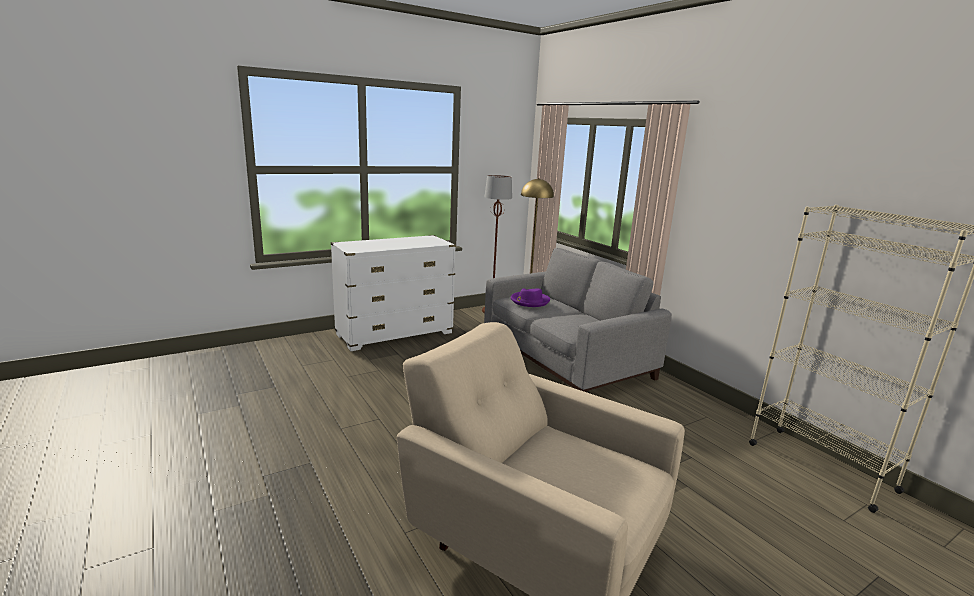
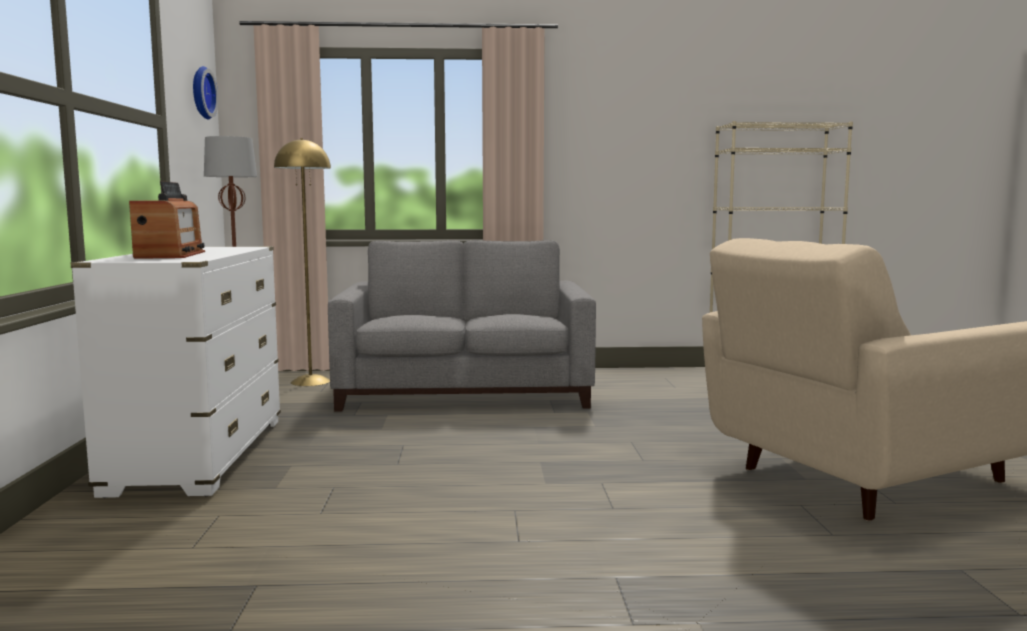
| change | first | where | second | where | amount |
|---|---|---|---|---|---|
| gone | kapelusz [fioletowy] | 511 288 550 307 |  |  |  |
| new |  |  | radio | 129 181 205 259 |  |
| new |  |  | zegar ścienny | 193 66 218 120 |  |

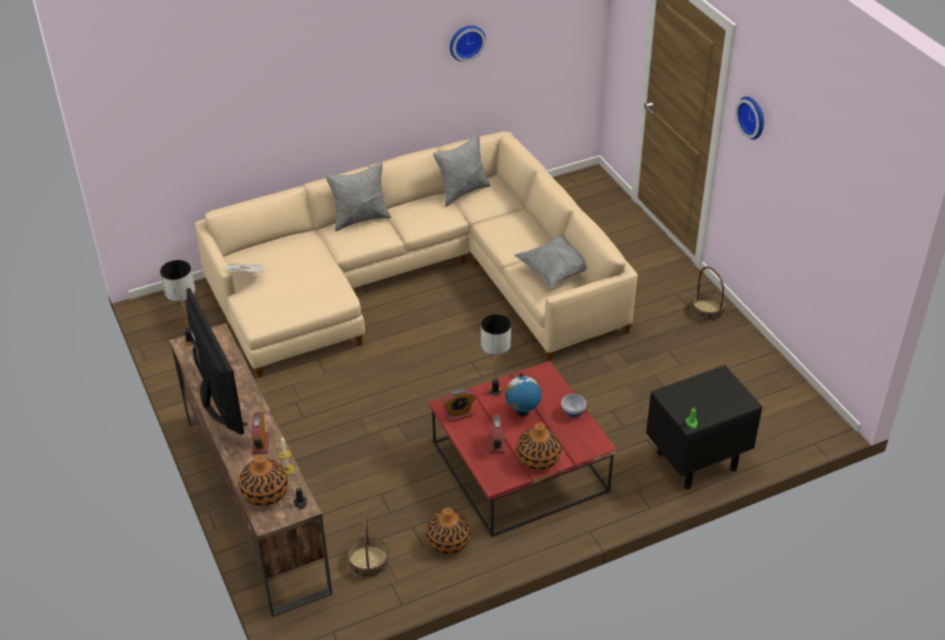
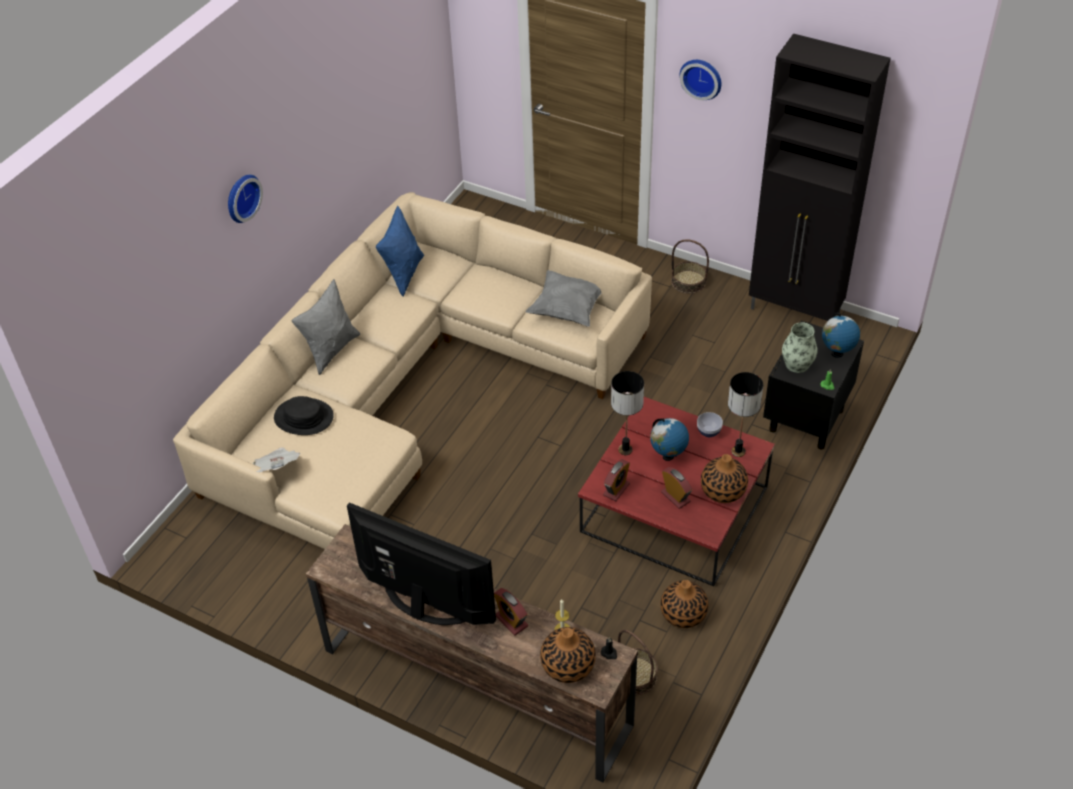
| change | first | where | second | where | amount |
|---|---|---|---|---|---|
| new |  |  | kapelusz [czarny] | 274 396 334 435 |  |
| new |  |  | szafka [czarny] | 749 33 891 321 |  |
| new |  |  | wazon | 782 322 818 373 |  |
| new |  |  | globus | 822 313 860 358 |  |
| shifted | lampa stołowa | 160 260 195 345 |  | 728 372 763 457 |  |
| shifted | zegar ścienny | 450 25 486 62 |  | 228 175 263 223 |  |
| repainted | poduszka [szary] | 433 132 491 207 | poduszka [niebieski] | 376 205 424 296 |  |

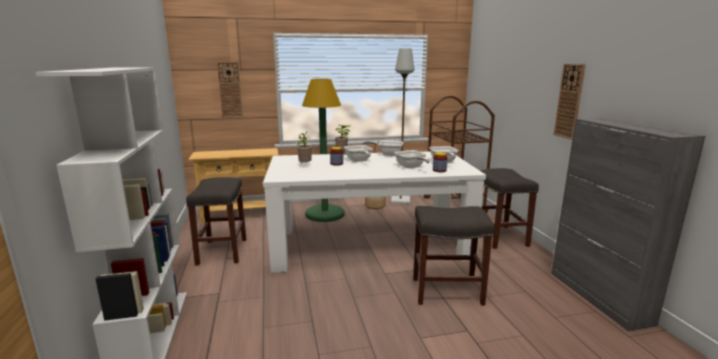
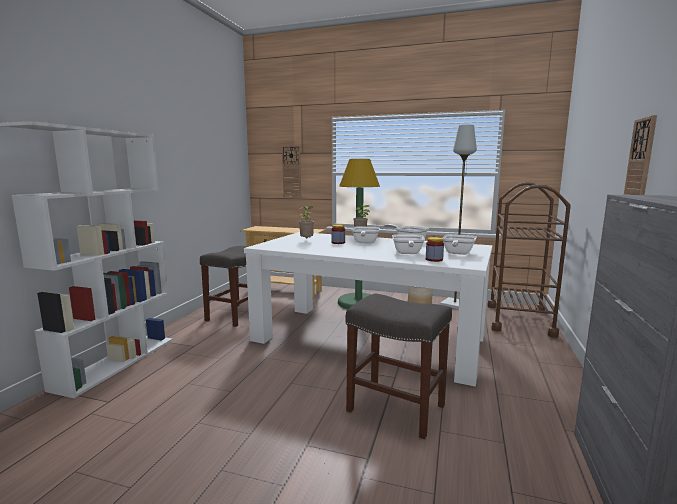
| change | first | where | second | where | amount |
|---|---|---|---|---|---|
| gone | stołek [szary] | 480 168 539 249 |  |  |  |

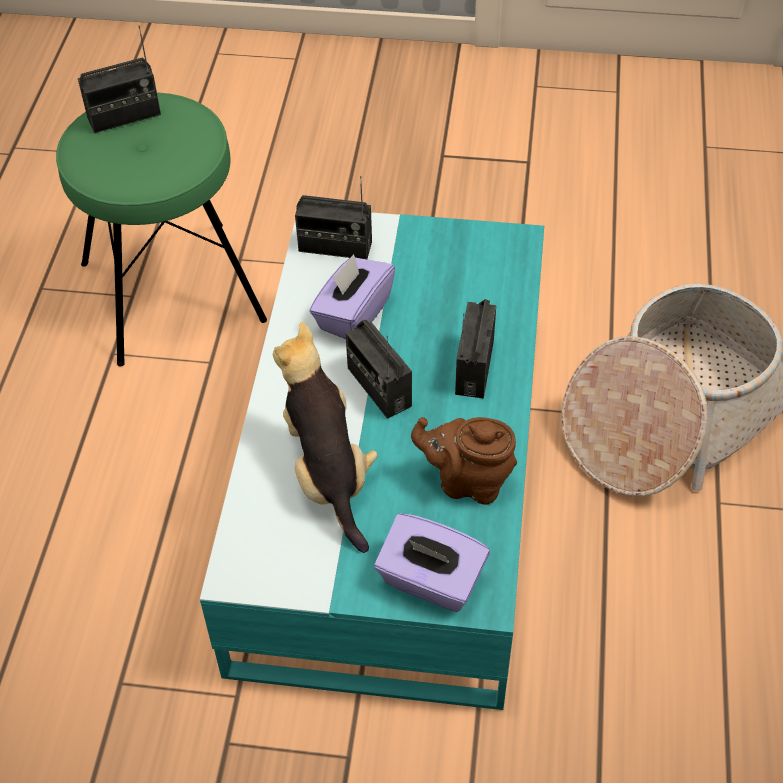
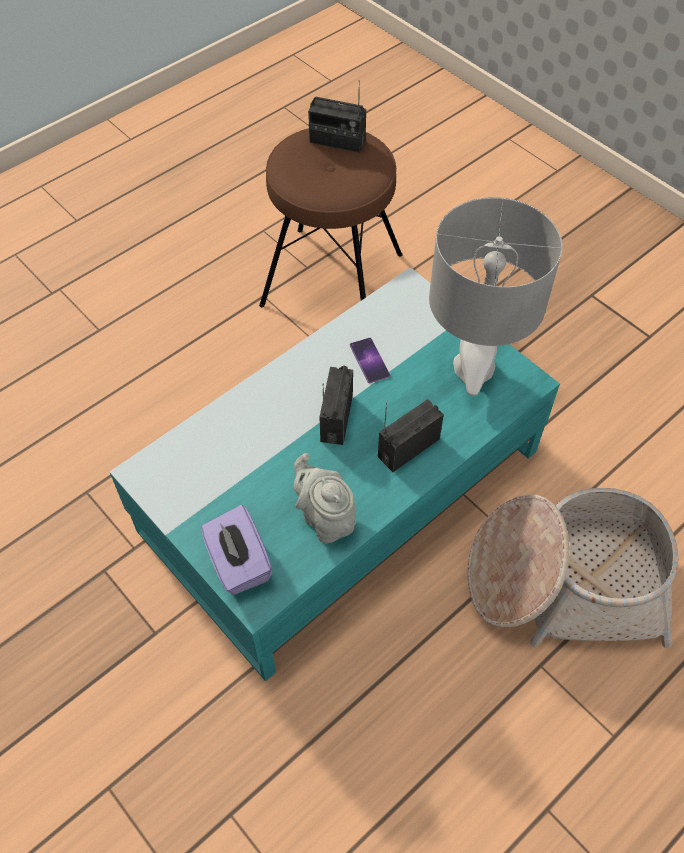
| change | first | where | second | where | amount |
|---|---|---|---|---|---|
| gone | pluszak | 273 322 378 553 |  |  |  |
| gone | radio | 295 176 372 259 |  |  |  |
| new |  |  | lampa stołowa [szary] | 429 197 562 396 |  |
| swapped | pudełko chusteczek [fioletowy] | 309 254 395 339 | telefon | 350 338 390 383 |  |
| repainted | stołek [zielony] | 56 93 267 366 | stołek [brązowy] | 259 128 403 307 |  |
| repainted | imbryk [brązowy] | 411 417 517 505 | imbryk [szary] | 294 453 356 543 |  |

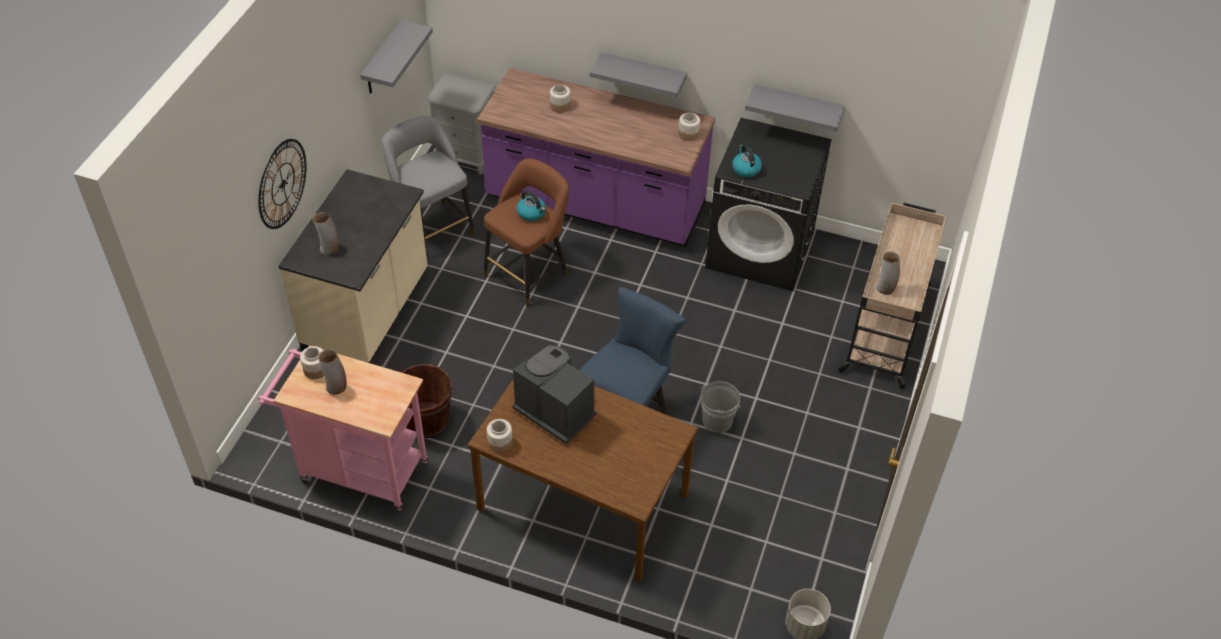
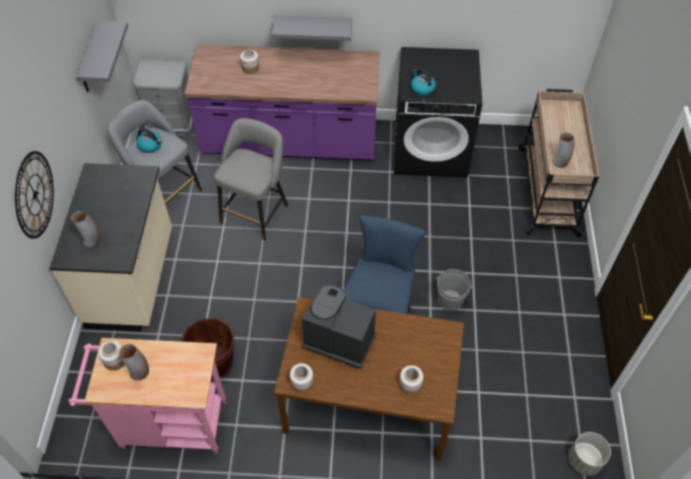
| change | first | where | second | where | amount |
|---|---|---|---|---|---|
| gone | półka [szary] | 745 84 845 132 |  |  |  |
| shifted | czajnik | 517 190 546 221 |  | 136 128 162 153 |  |
| shifted | słoik | 678 113 700 141 |  | 399 365 423 395 |  |
| repainted | stołek [brązowy] | 483 158 569 307 | stołek [szary] | 214 118 288 241 |  |

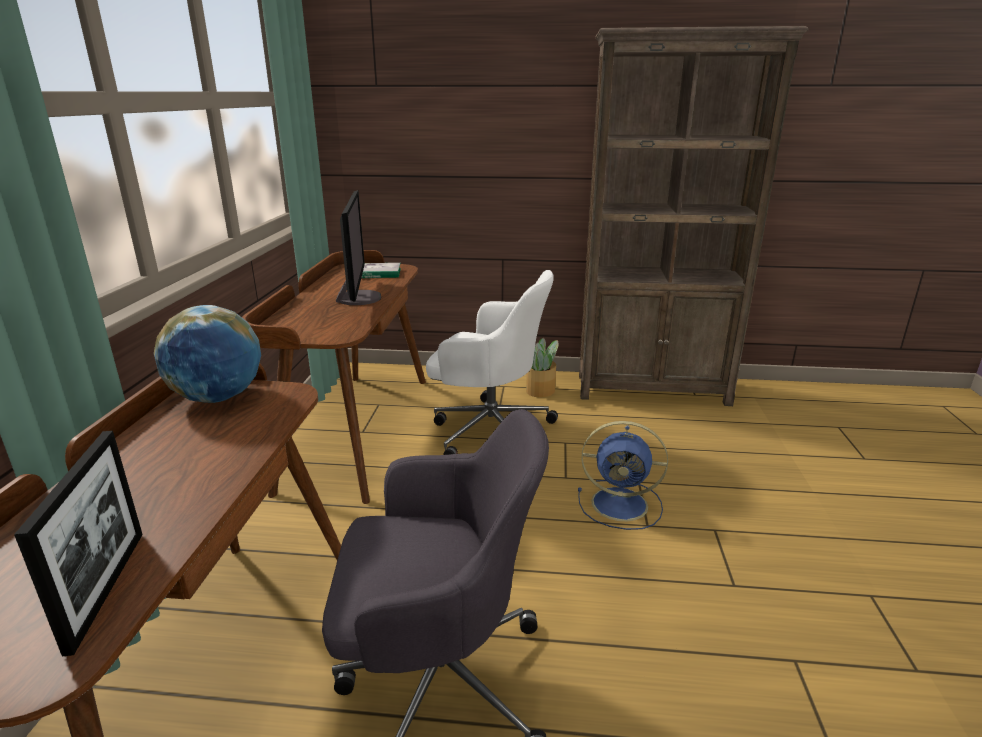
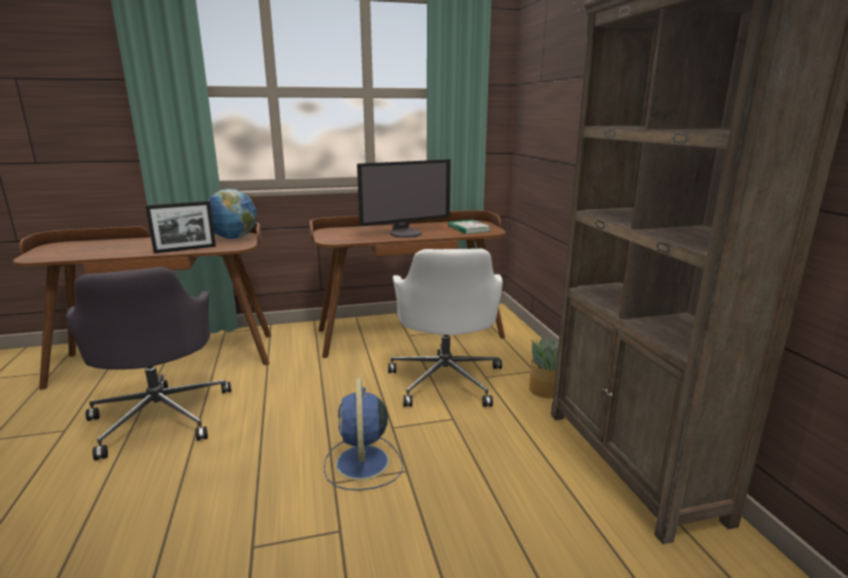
| change | first | where | second | where | amount |
|---|---|---|---|---|---|
| shifted | ramka na zdjęcie | 14 431 143 656 |  | 145 201 216 253 |  |

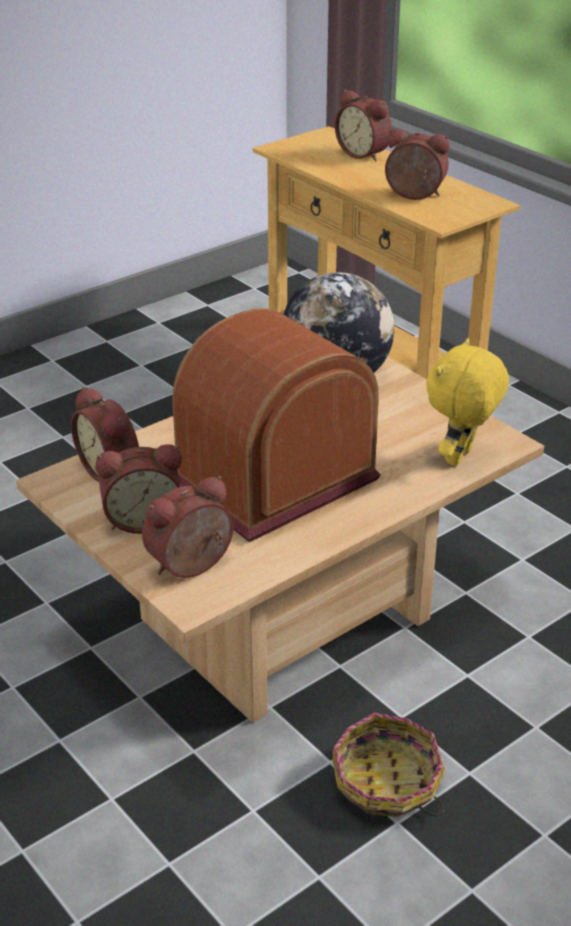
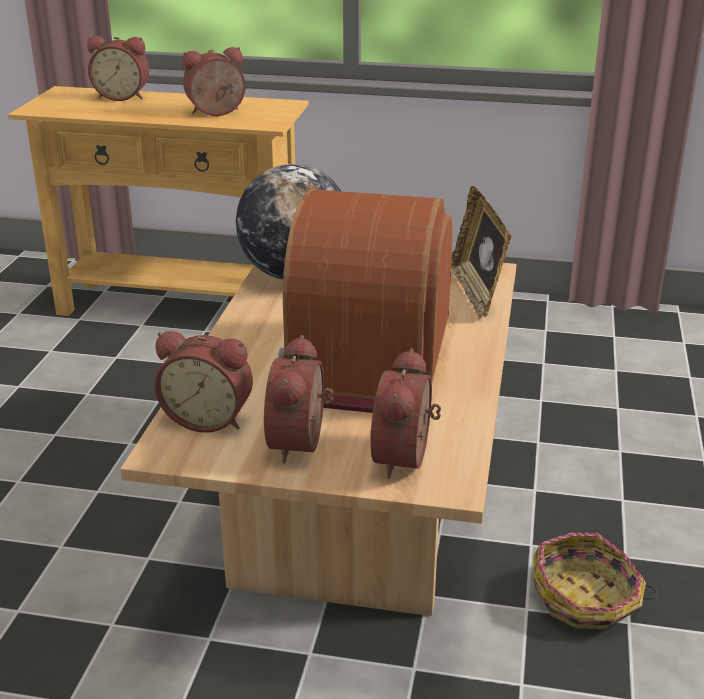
| change | first | where | second | where | amount |
|---|---|---|---|---|---|
| swapped | pluszak [żółty] | 426 338 509 466 | ramka na zdjęcie | 451 186 511 319 |  |
| rotated | budzik | 96 444 182 534 |  | 264 335 333 464 | 150 degrees clockwise |

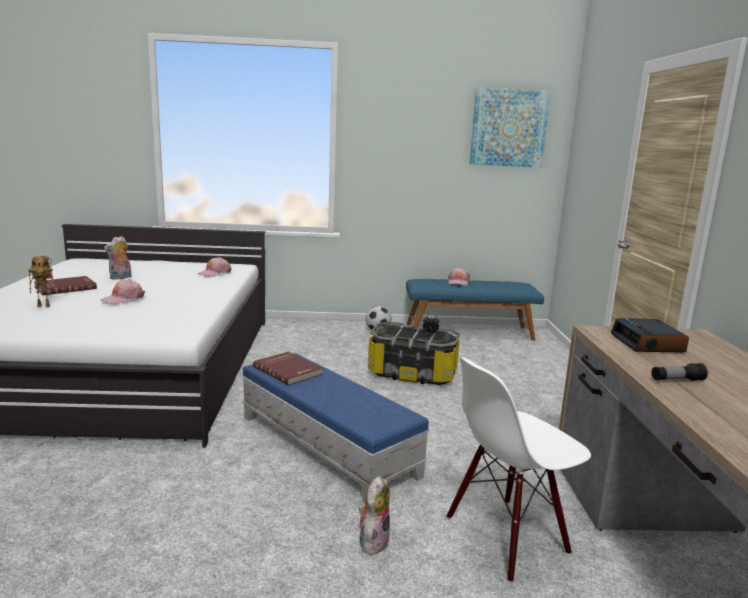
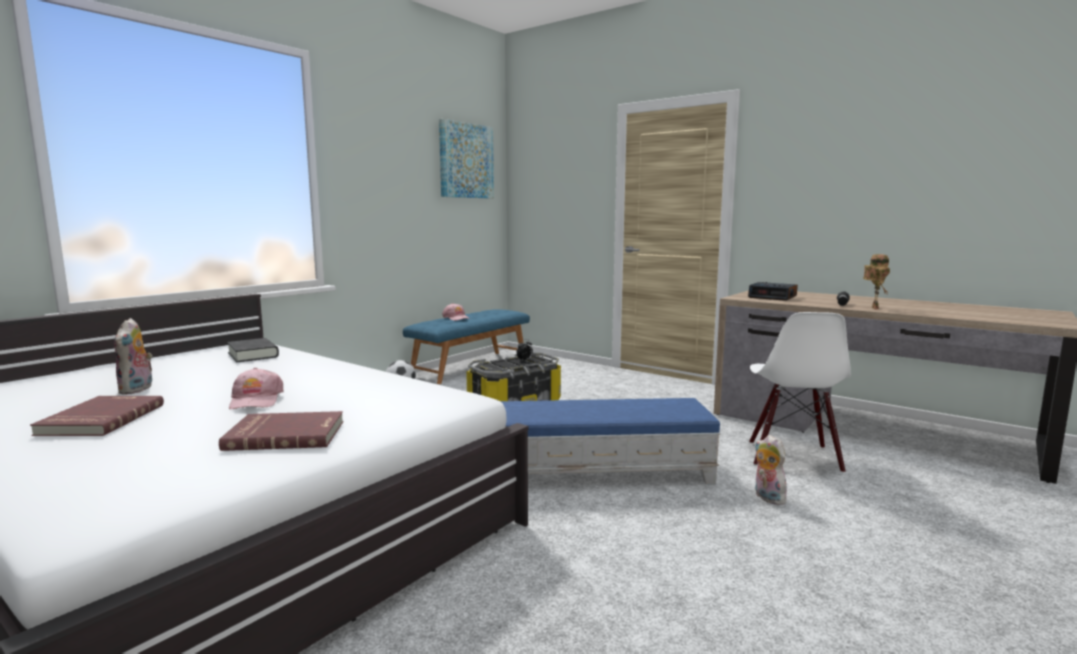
| change | first | where | second | where | amount |
|---|---|---|---|---|---|
| shifted | robot zabawkowy | 28 256 54 307 |  | 863 254 890 310 |  |
| shifted | książka [czerwony] | 253 352 323 385 |  | 219 411 344 451 |  |
| swapped | czapka z daszkiem [różowy] | 197 257 232 277 | książka [czarny] | 227 338 279 362 |  |

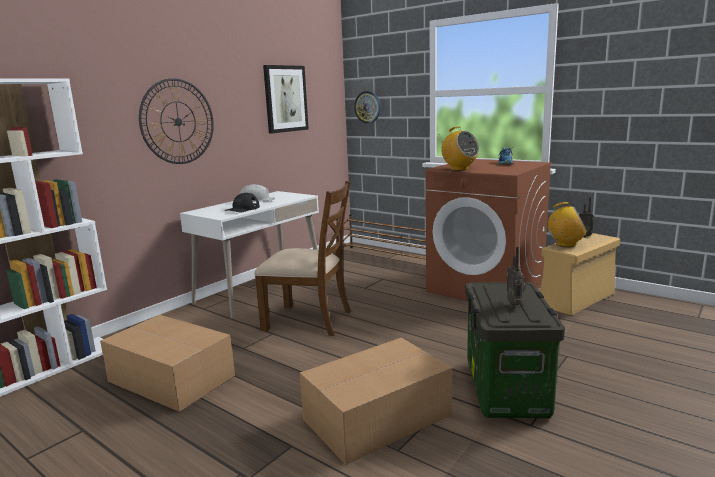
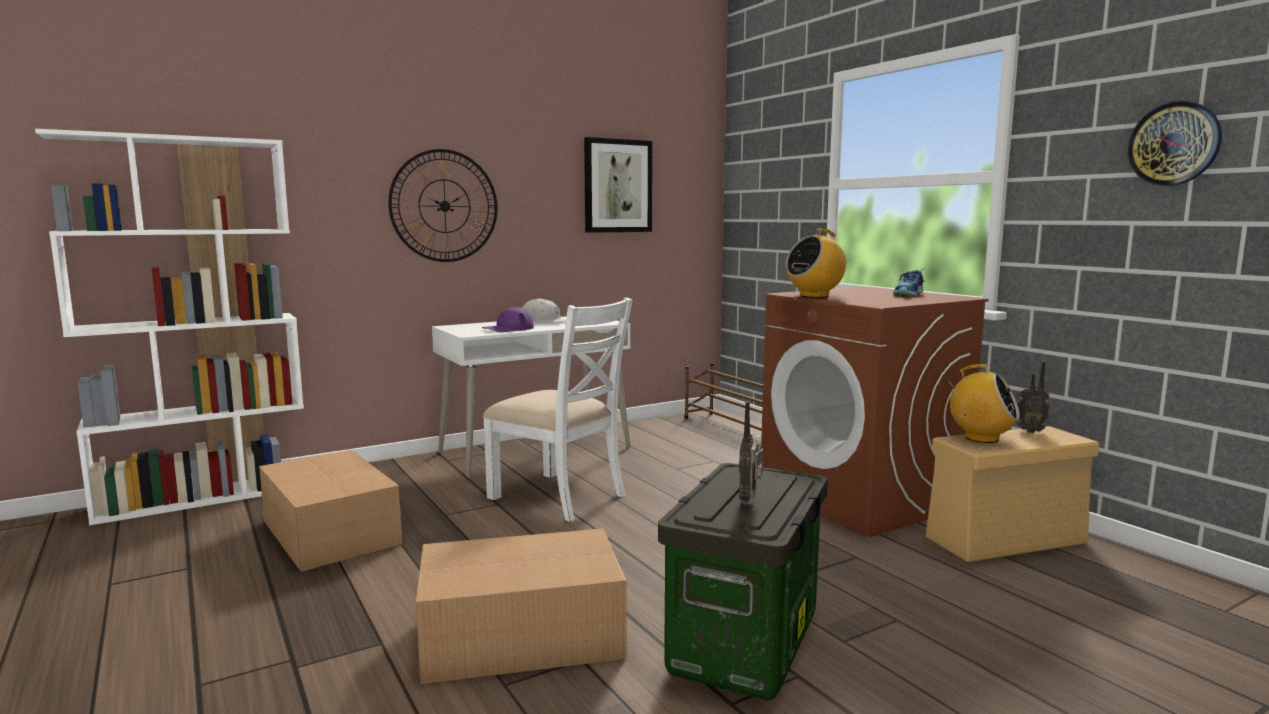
| change | first | where | second | where | amount |
|---|---|---|---|---|---|
| shifted | zegar ścienny | 354 91 381 123 |  | 1127 101 1222 186 |  |
| repainted | czapka z daszkiem [czarny] | 224 193 260 213 | czapka z daszkiem [fioletowy] | 482 307 534 332 |  |
| repainted | krzesło [brązowy] | 254 181 351 336 | krzesło [biały] | 483 298 633 522 |  |
| rotated | radio | 439 126 479 171 |  | 786 228 846 298 | 75 degrees clockwise |

